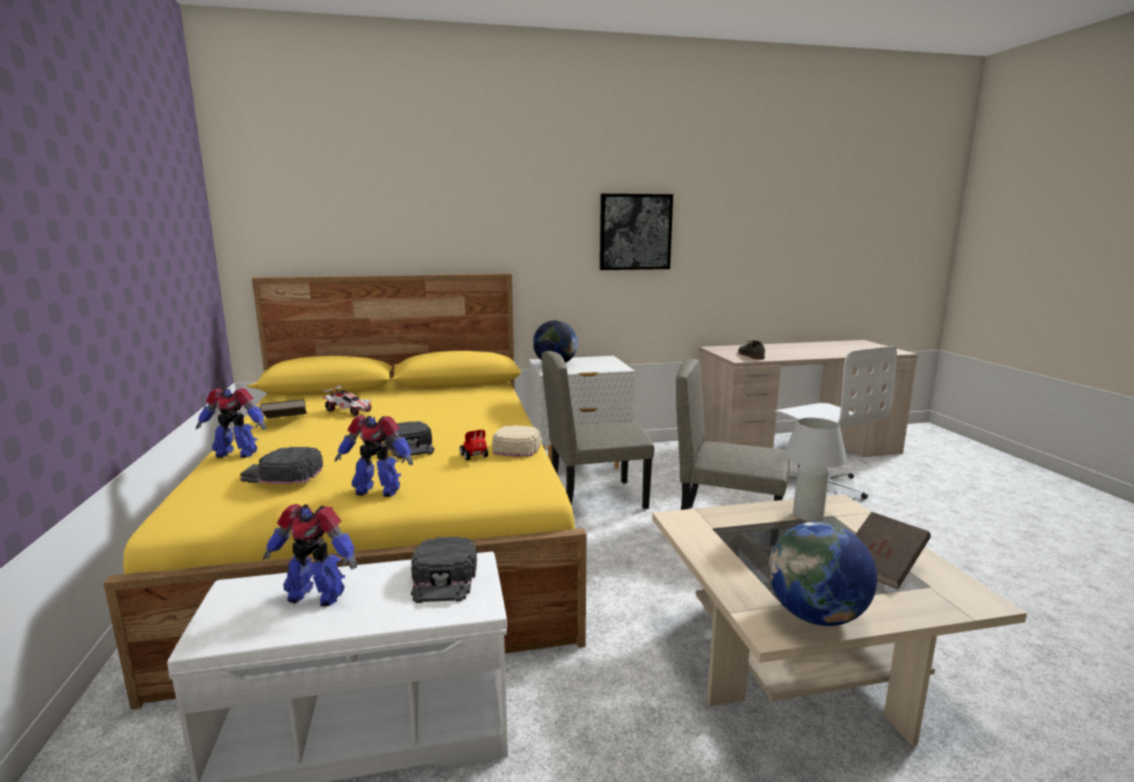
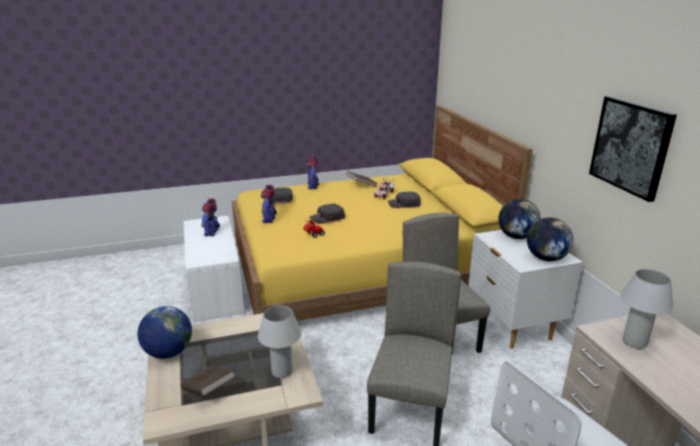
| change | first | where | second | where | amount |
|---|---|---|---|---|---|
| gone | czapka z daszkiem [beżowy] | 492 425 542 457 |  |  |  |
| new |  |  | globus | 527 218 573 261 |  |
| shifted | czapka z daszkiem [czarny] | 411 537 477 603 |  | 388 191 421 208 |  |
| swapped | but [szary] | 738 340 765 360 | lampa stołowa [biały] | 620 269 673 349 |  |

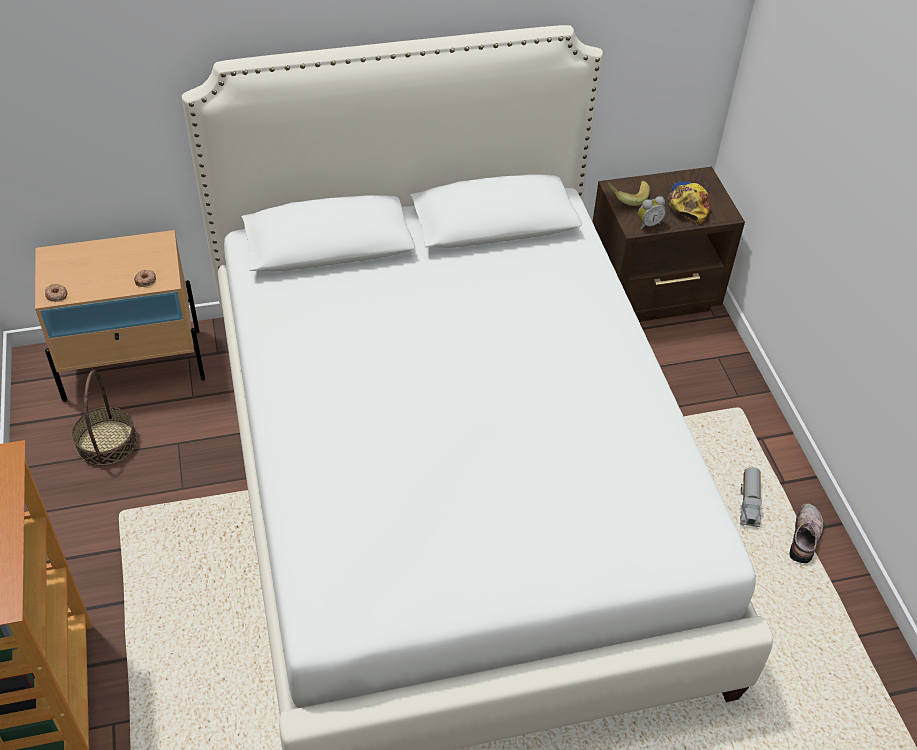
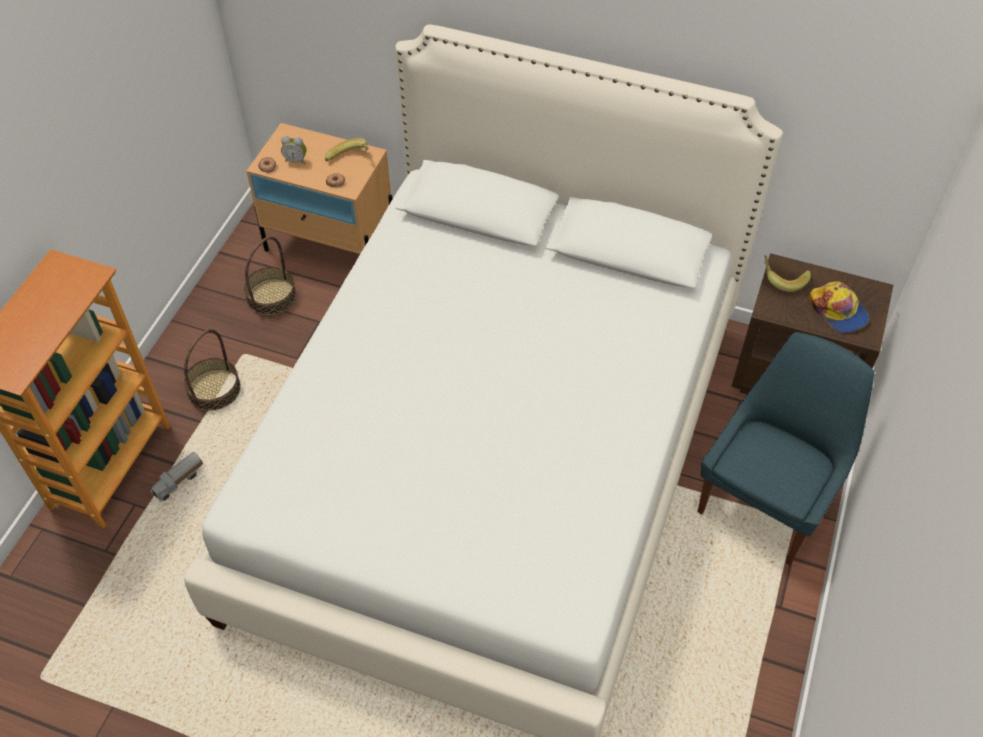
| change | first | where | second | where | amount |
|---|---|---|---|---|---|
| gone | but | 789 503 824 563 |  |  |  |
| new |  |  | koszyk | 184 329 241 411 |  |
| new |  |  | banan | 325 138 368 161 |  |
| new |  |  | krzesło [niebieski] | 697 332 874 565 |  |
| shifted | budzik | 638 196 666 230 |  | 281 136 306 164 |  |
| shifted | ciężarówka zabawkowa | 740 467 763 527 |  | 150 452 203 502 |  |
| rotated | czapka z daszkiem | 668 182 710 224 |  | 809 281 869 333 | 105 degrees clockwise |

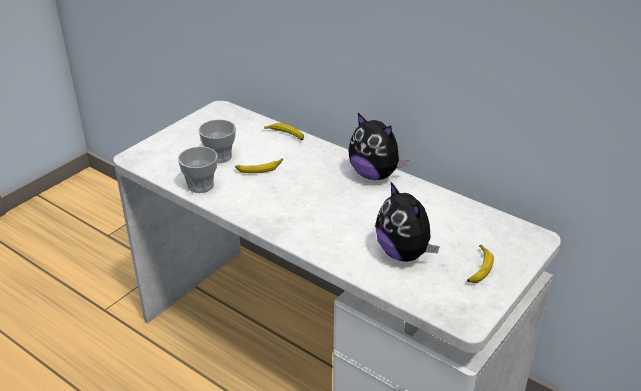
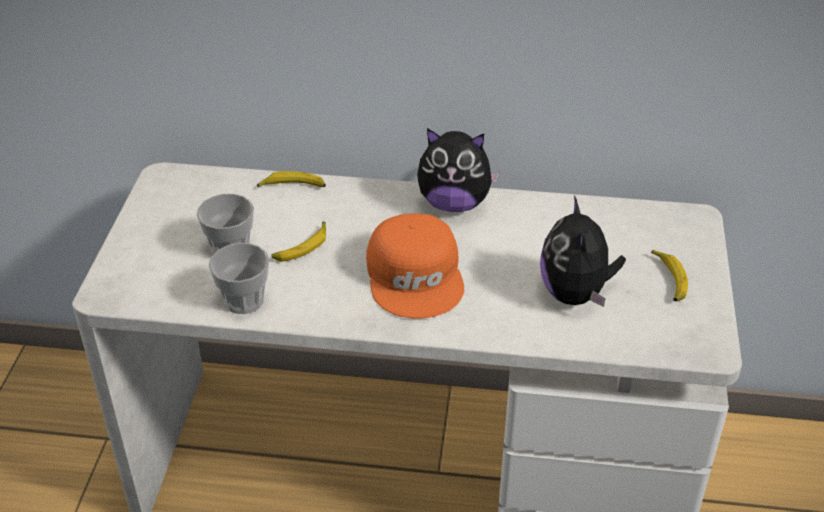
| change | first | where | second | where | amount |
|---|---|---|---|---|---|
| new |  |  | czapka z daszkiem [pomarańczowy] | 366 213 464 319 |  |
| rotated | pluszak | 375 181 440 262 |  | 540 195 626 307 | 60 degrees clockwise |

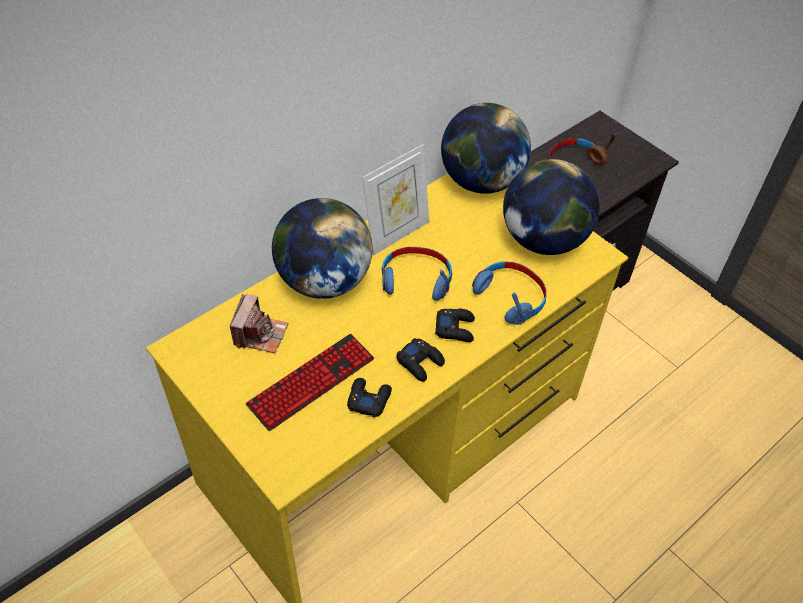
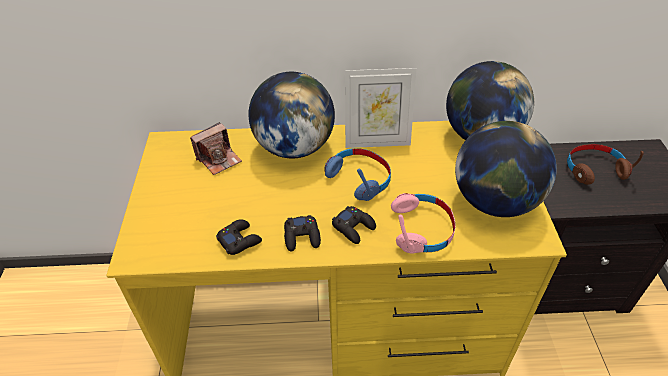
| change | first | where | second | where | amount |
|---|---|---|---|---|---|
| gone | klawiatura | 246 334 374 431 |  |  |  |
| repainted | słuchawki [niebieski] | 472 262 547 325 | słuchawki [różowy] | 391 193 456 253 |  |

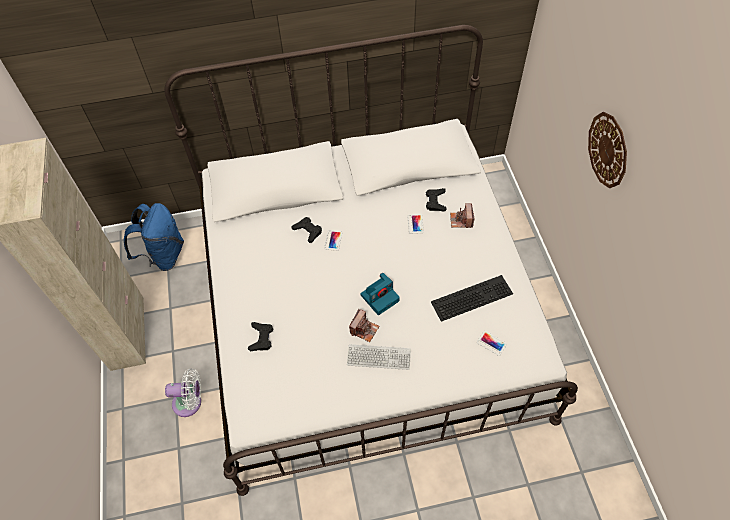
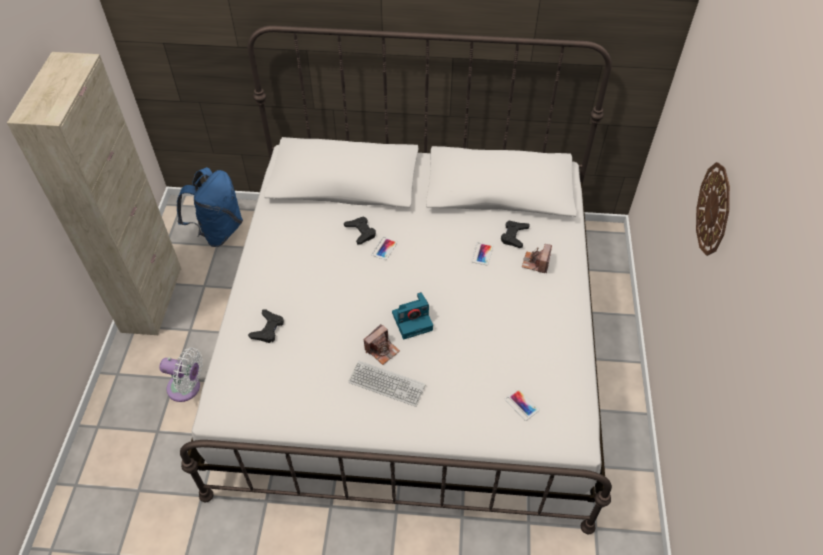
| change | first | where | second | where | amount |
|---|---|---|---|---|---|
| gone | klawiatura | 431 275 513 322 |  |  |  |

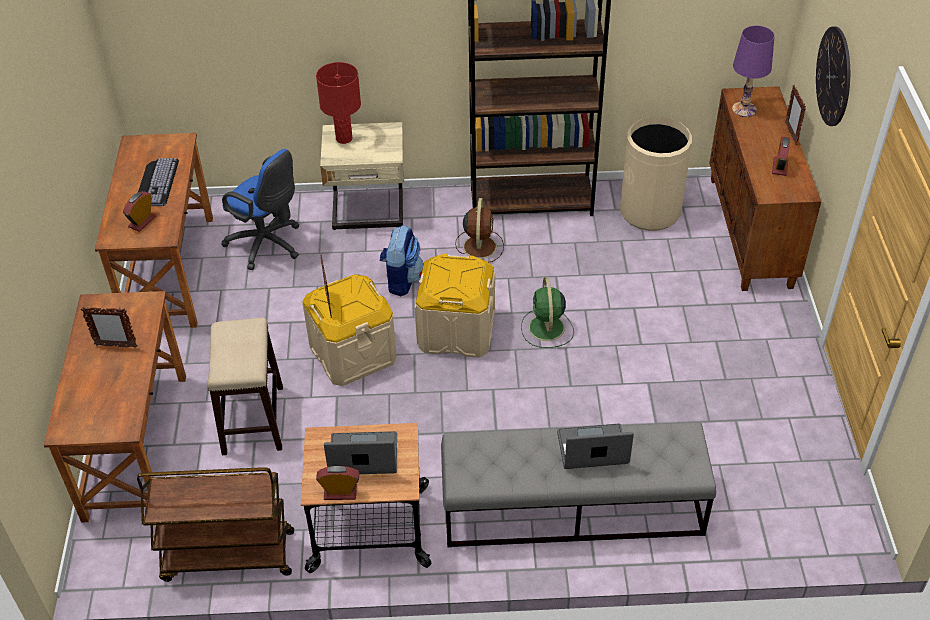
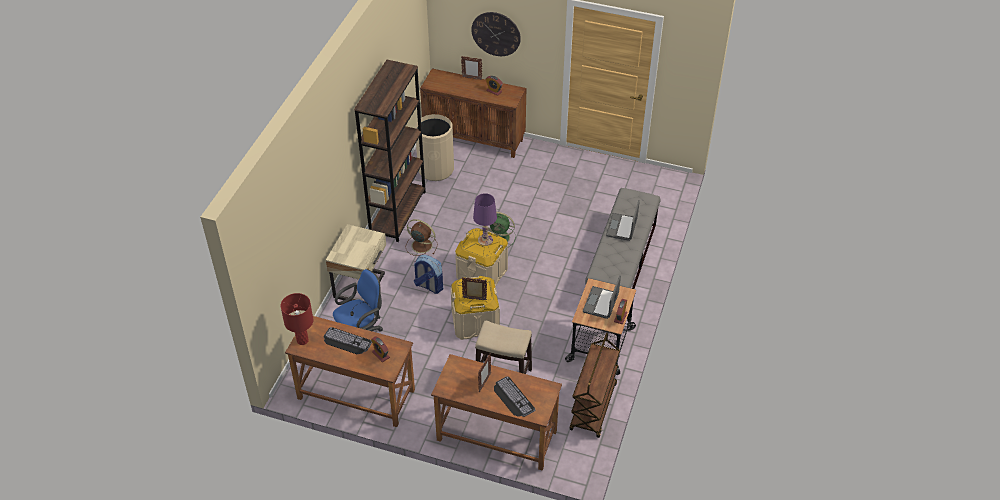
| change | first | where | second | where | amount |
|---|---|---|---|---|---|
| new |  |  | klawiatura | 494 376 535 417 |  |
| shifted | lampa stołowa [czerwony] | 316 62 361 144 |  | 281 293 314 345 |  |
| shifted | lampa stołowa [fioletowy] | 732 25 775 117 |  | 473 193 497 246 |  |

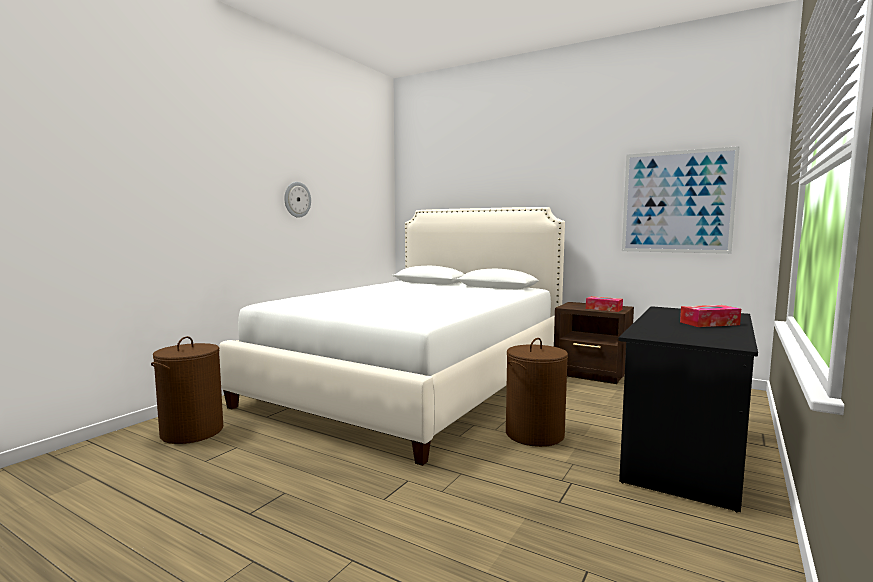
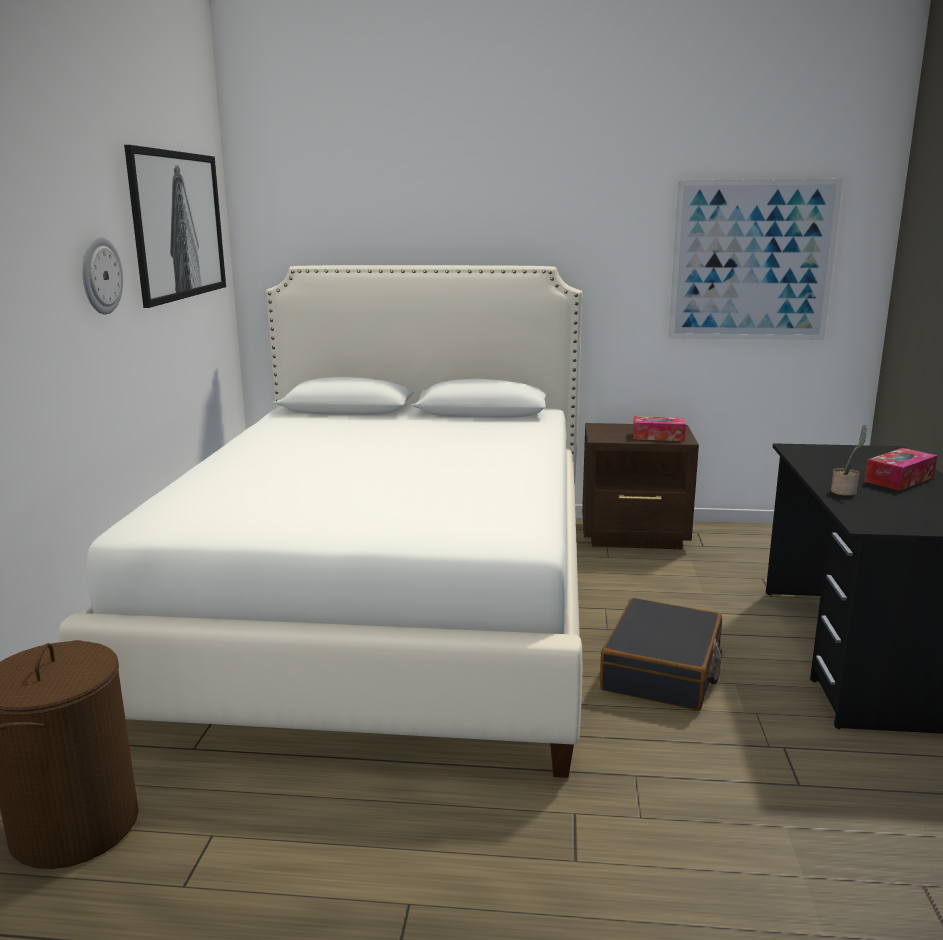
| change | first | where | second | where | amount |
|---|---|---|---|---|---|
| new |  |  | obraz | 124 145 226 308 |  |
| new |  |  | roślina doniczkowa | 831 425 867 496 |  |
| swapped | kosz na pranie [brązowy] | 506 338 568 447 | walizka [czarny] | 600 598 722 711 |  |

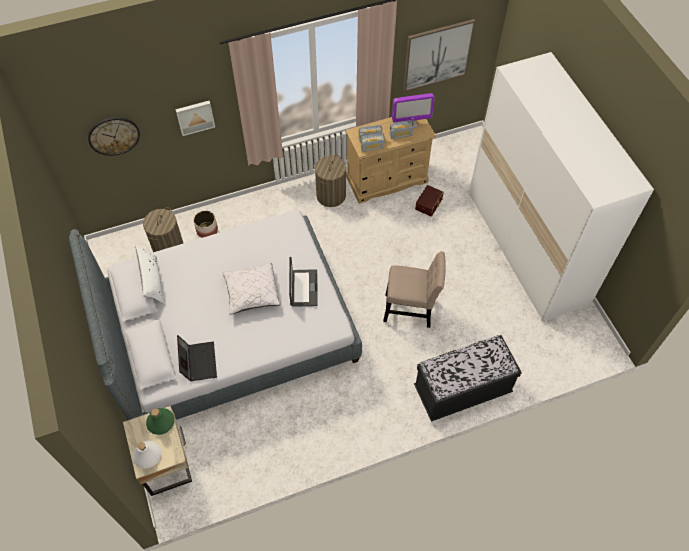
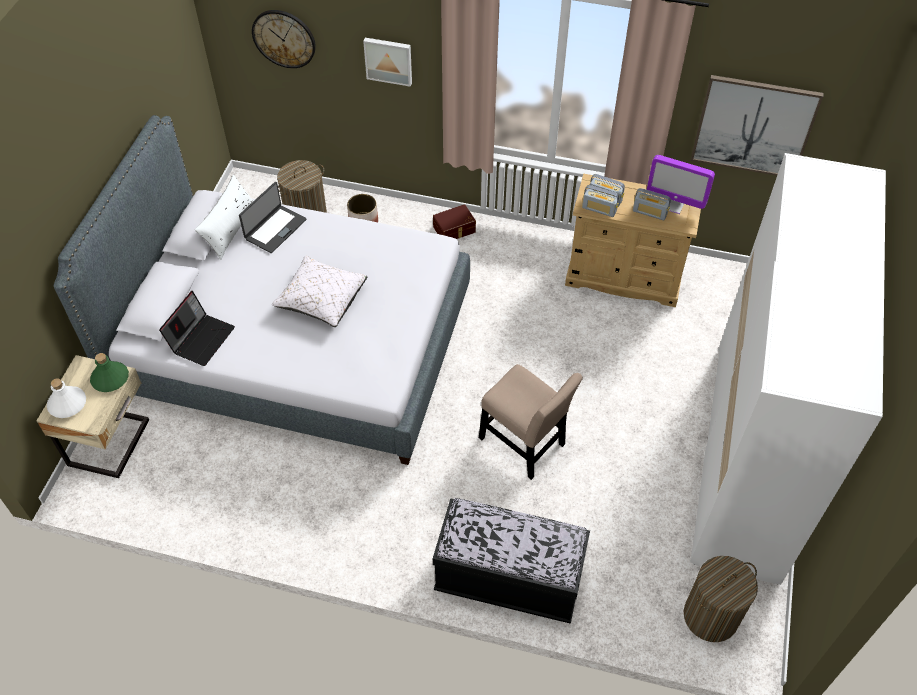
| change | first | where | second | where | amount |
|---|---|---|---|---|---|
| shifted | laptop | 289 257 318 307 |  | 239 182 307 253 |  |
| shifted | kosz na pranie | 315 155 346 207 |  | 684 556 758 642 |  |
| shifted | pojemnik do przechowywania [brązowy] | 415 185 444 217 |  | 433 204 476 239 |  |

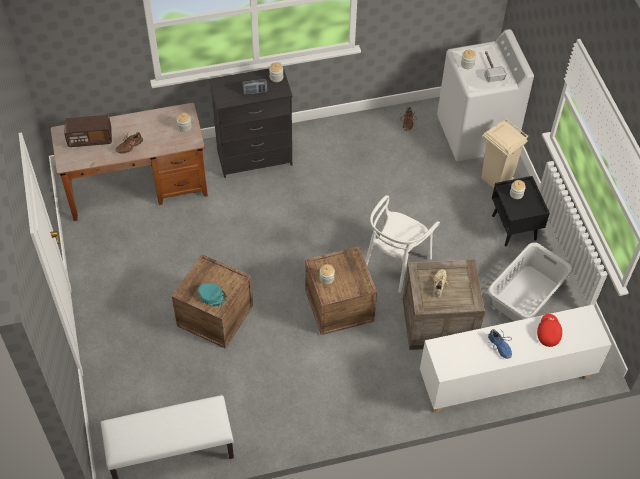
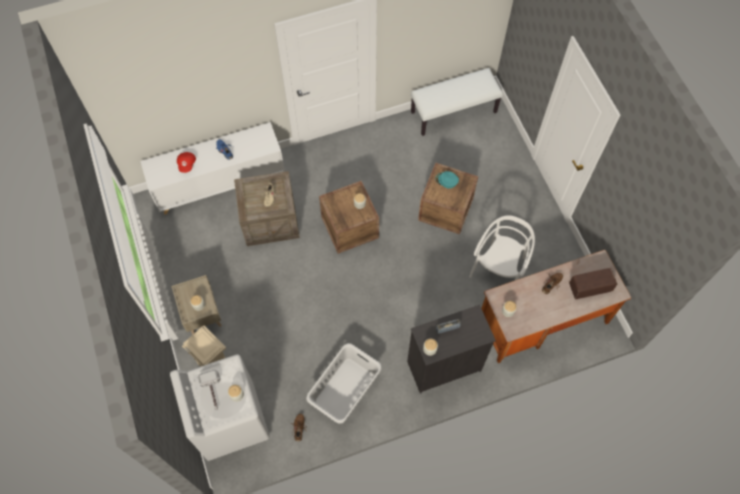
| change | first | where | second | where | amount |
|---|---|---|---|---|---|
| shifted | krzesło [biały] | 365 195 440 293 |  | 469 215 535 280 |  |
| shifted | kosz na pranie [szary] | 487 242 572 321 |  | 306 343 382 424 |  |
| repainted | szafka nocna [czarny] | 492 176 550 246 | szafka nocna [beżowy] | 171 275 222 335 |  |

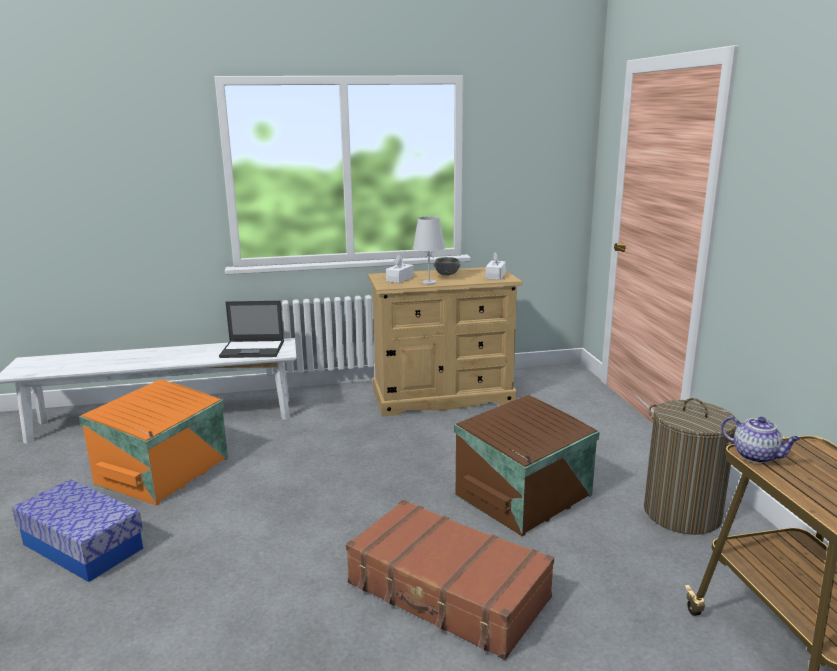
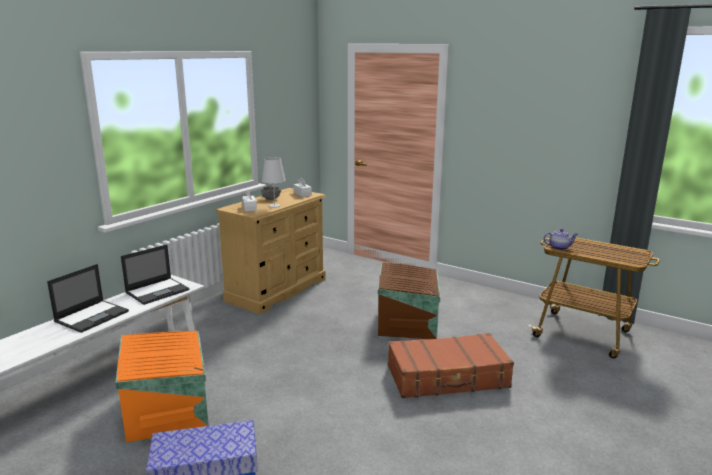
| change | first | where | second | where | amount |
|---|---|---|---|---|---|
| gone | kosz na pranie | 644 398 736 535 |  |  |  |
| new |  |  | laptop | 47 264 129 333 |  |

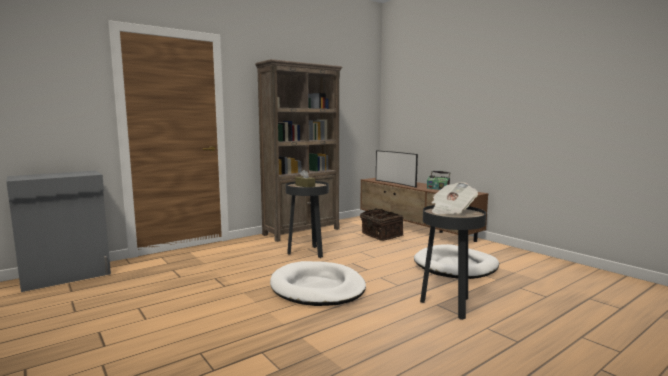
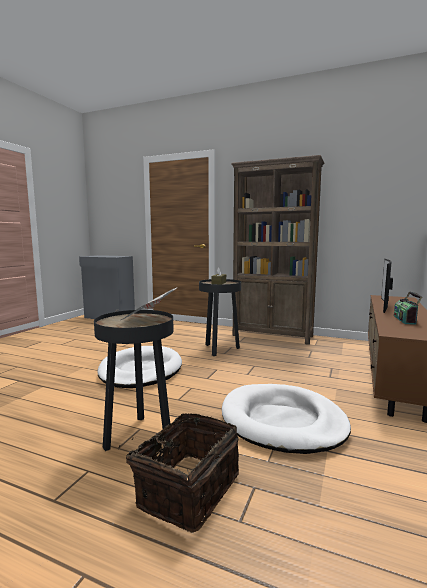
| change | first | where | second | where | amount |
|---|---|---|---|---|---|
| shifted | koszyk | 360 208 403 241 |  | 119 413 239 533 |  |

